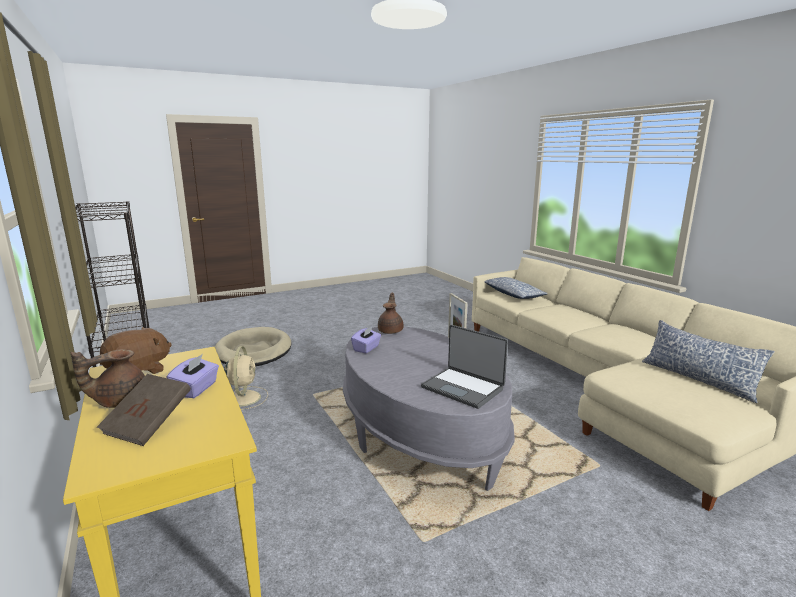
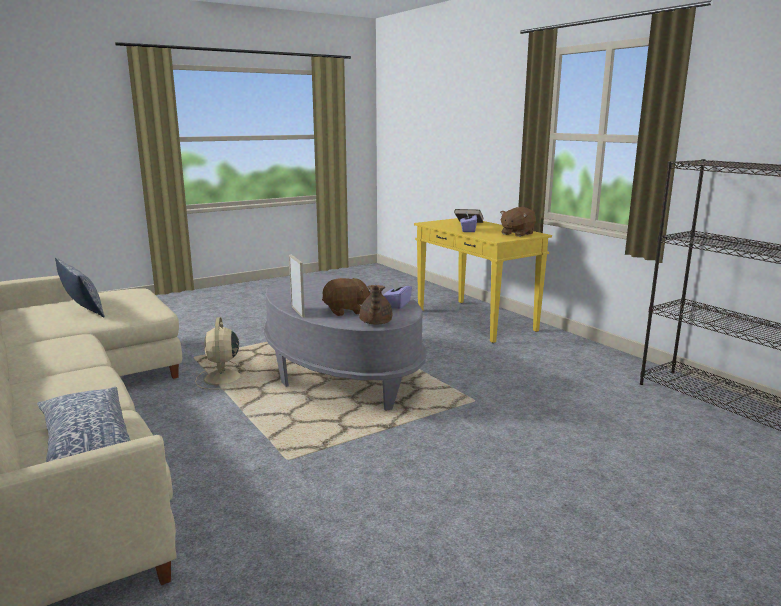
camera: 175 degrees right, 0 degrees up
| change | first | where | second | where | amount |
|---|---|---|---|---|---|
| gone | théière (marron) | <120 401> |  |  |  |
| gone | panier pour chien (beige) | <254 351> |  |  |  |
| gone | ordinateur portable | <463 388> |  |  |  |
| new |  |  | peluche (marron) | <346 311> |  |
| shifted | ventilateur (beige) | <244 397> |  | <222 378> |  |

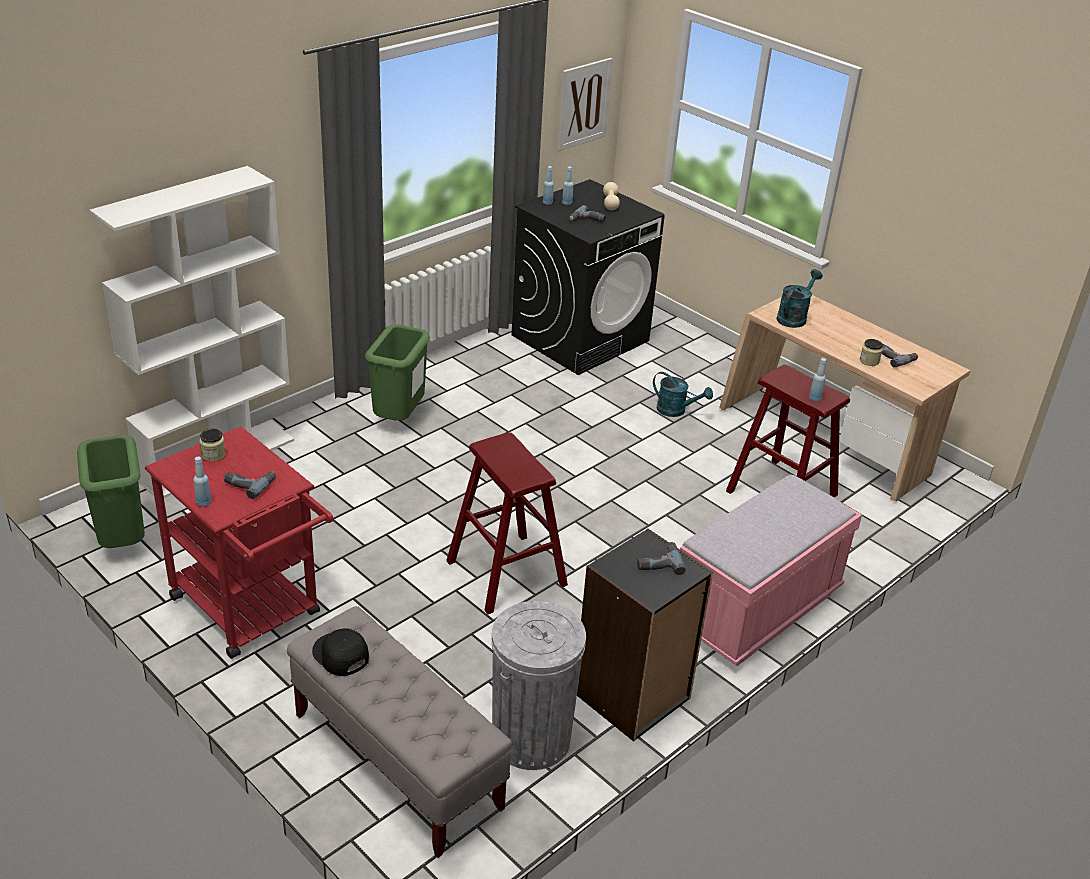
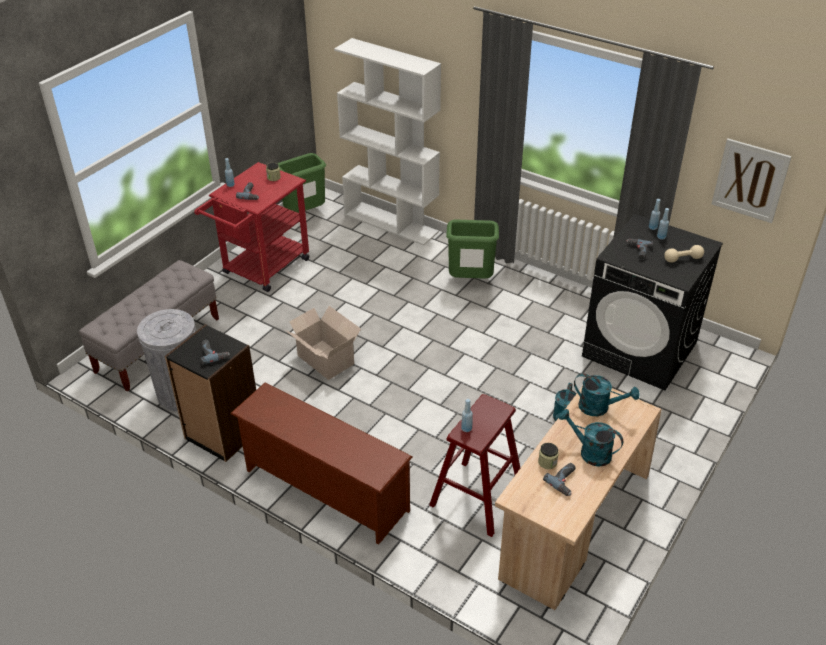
camera: 80 degrees right, 5 degrees up
| change | first | where | second | where | amount |
|---|---|---|---|---|---|
| gone | casquette (noir) | <340 655> |  |  |  |
| new |  |  | arrosoir (turquoise) | <589 452> |  |
| swapped | tabouret (rouge) | <506 573> | carton | <325 358> |  |
| swapped | banc (rose) | <756 609> | étagère à chaussures (marron) | <324 490> |  |

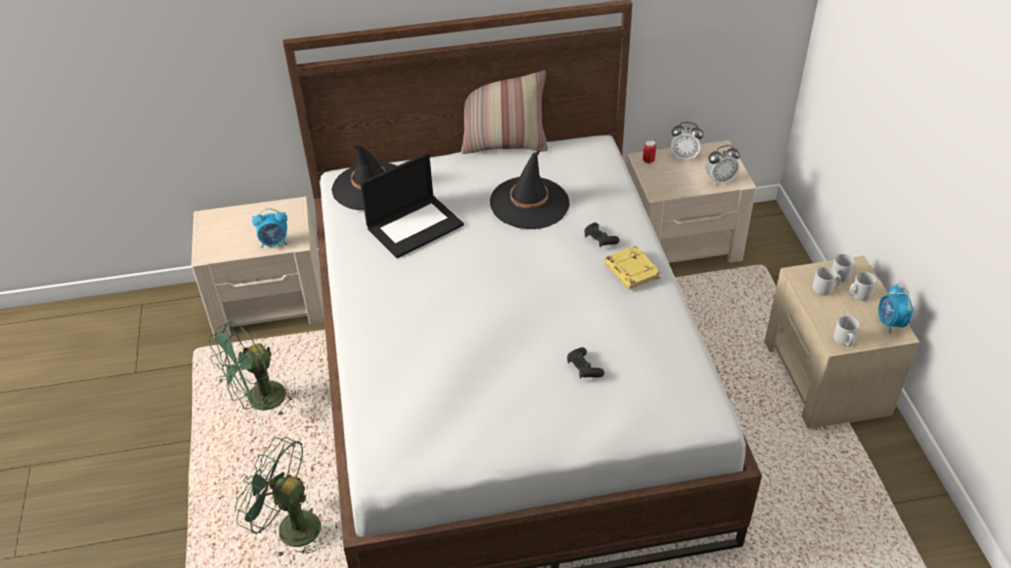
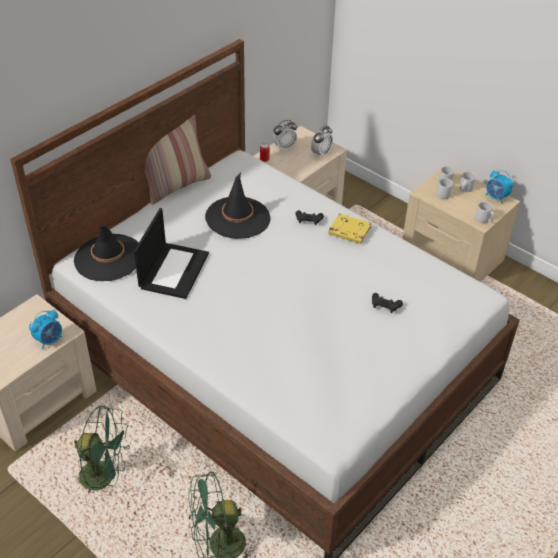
camera: 40 degrees left, 0 degrees up
| change | first | where | second | where | amount |
|---|---|---|---|---|---|
| rotated | ventilateur (vert) | <260 402> |  | <105 476> | 90 degrees counterclockwise |

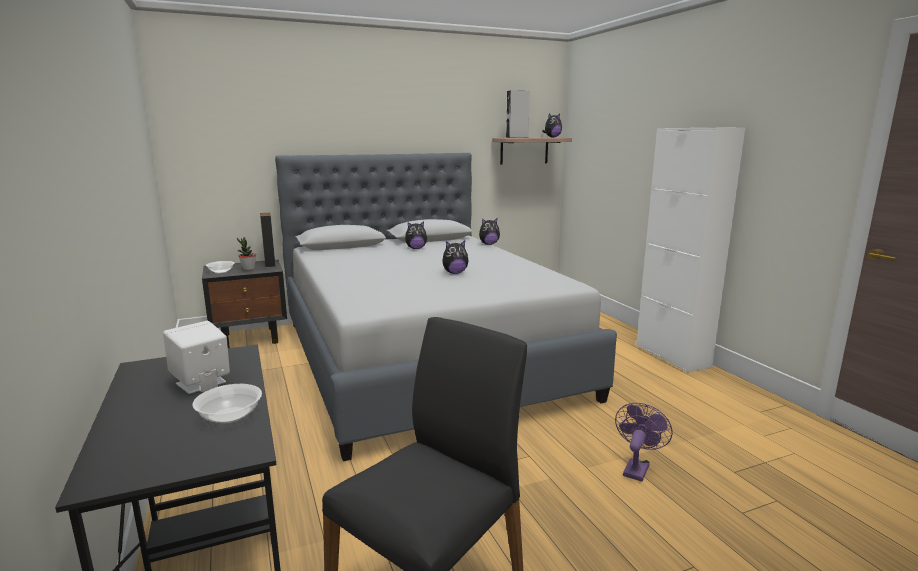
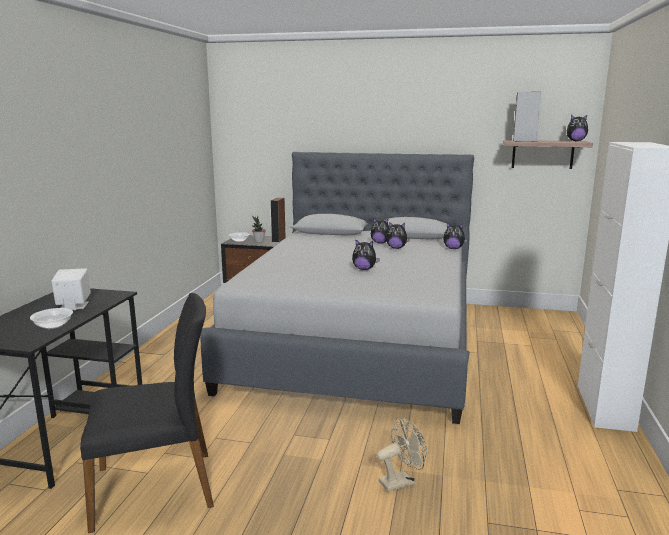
camera: 35 degrees right, 0 degrees up
| change | first | where | second | where | amount |
|---|---|---|---|---|---|
| new |  |  | peluche | <396 248> |  |
| repainted | ventilateur (violet) | <637 468> | ventilateur (beige) | <401 481> |  |

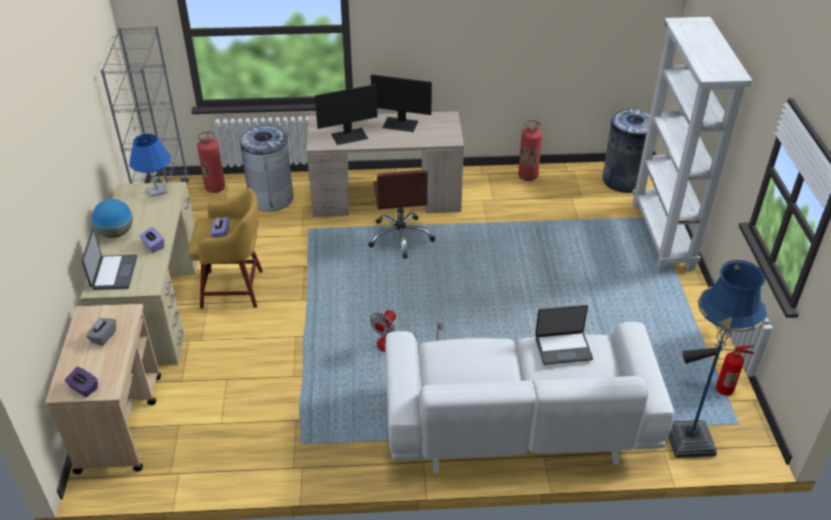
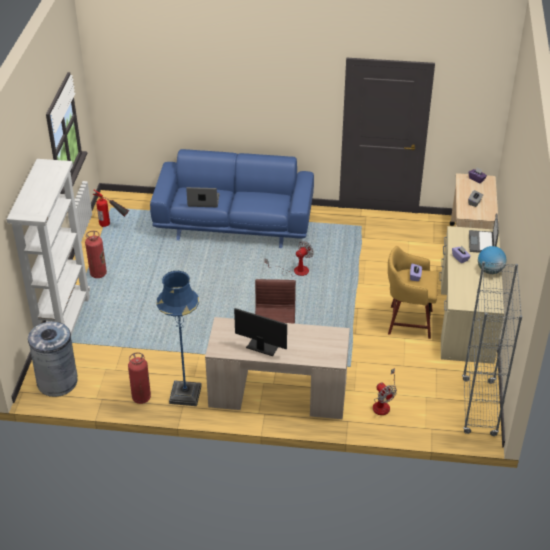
camera: 170 degrees left, 0 degrees up
| change | first | where | second | where | amount |
|---|---|---|---|---|---|
| gone | lampe de table (bleu) | <157 191> |  |  |  |
| gone | écran d'ordinateur | <349 136> |  |  |  |
| shifted | extincteur | <215 188> |  | <98 274> |  |
| shifted | lampadaire (bleu) | <689 440> |  | <185 394> |  |
| swapped | poubelle (gris) | <271 198> | ventilateur | <383 404> |  |
| repainted | canapé (blanc) | <517 421> | canapé (bleu) | <235 222> |  |

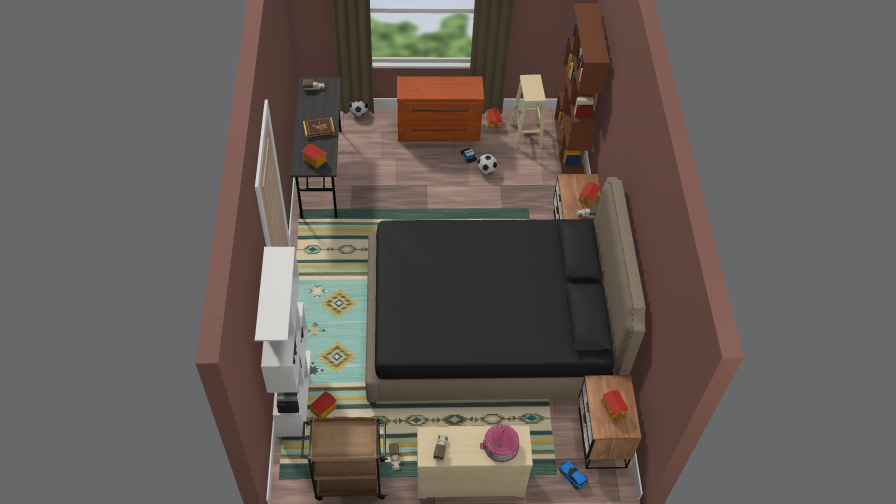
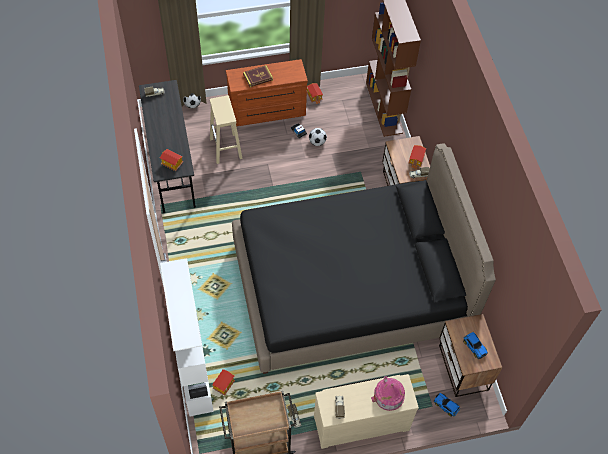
camera: 10 degrees left, 5 degrees up
| change | first | where | second | where | amount |
|---|---|---|---|---|---|
| shifted | livre | <319 129> |  | <258 77> |  |
| shifted | tabouret (beige) | <526 136> |  | <226 149> |  |
| swapped | maison miniature | <613 409> | petite voiture | <474 346> |  |

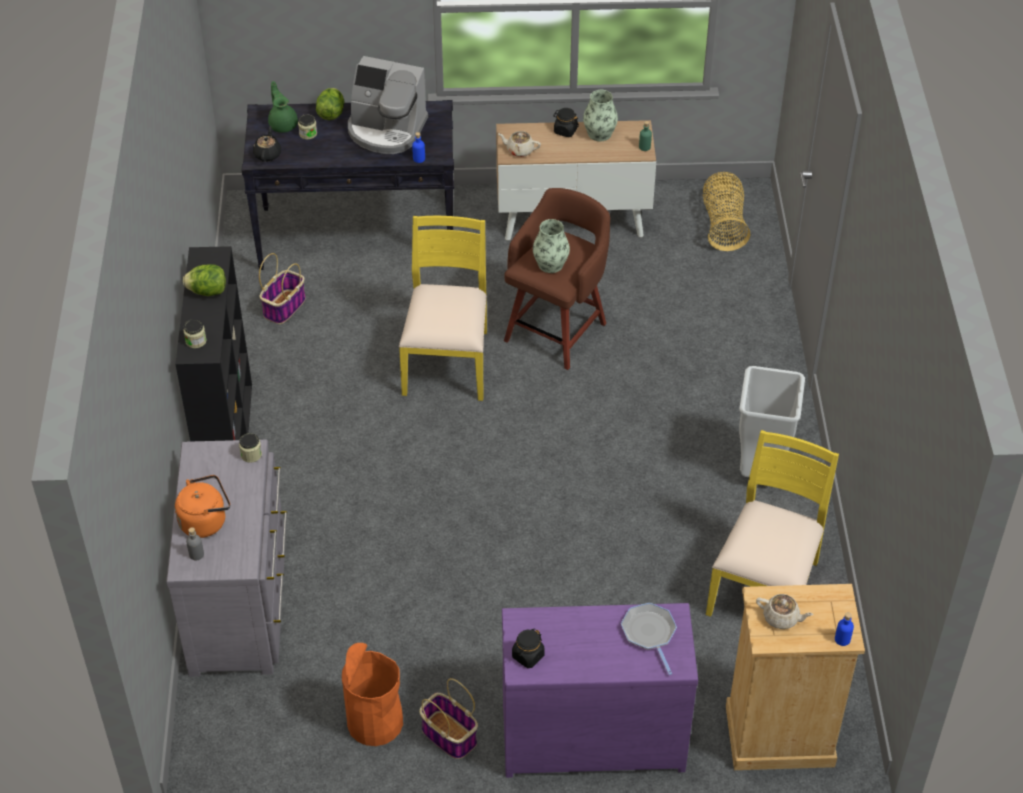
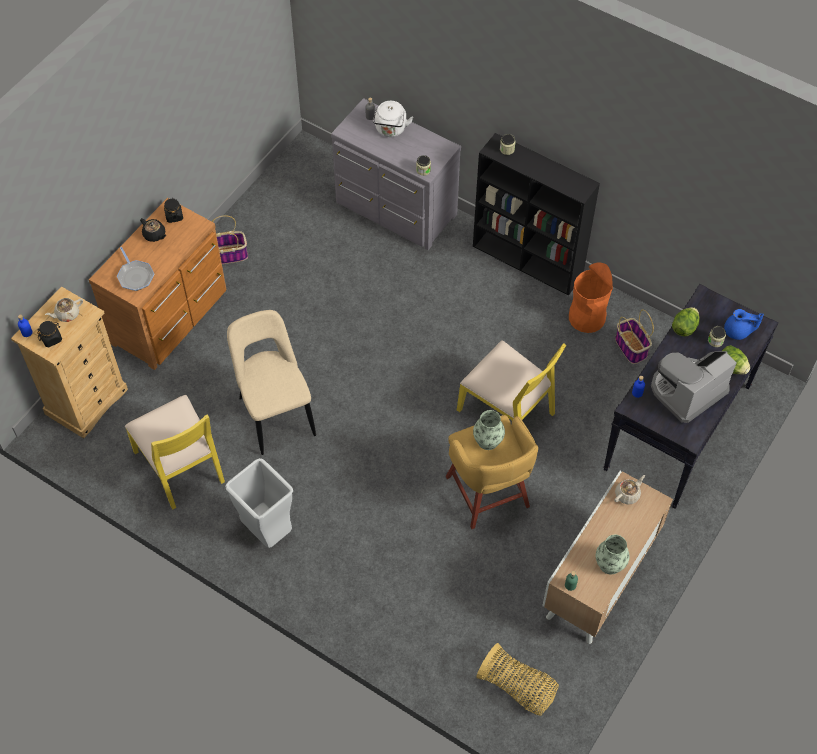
camera: 125 degrees right, 10 degrees up
| change | first | where | second | where | amount |
|---|---|---|---|---|---|
| new |  |  | chaise (beige) | <275 413> |  |
| shifted | laitue | <207 291> |  | <684 328> |  |
| shifted | théière (noir) | <268 154> |  | <155 235> |  |
| shifted | poubelle (orange) | <375 722> |  | <587 317> |  |
| shifted | bocal (noir) | <565 131> |  | <51 339> |  |
| repainted | bouilloire (orange) | <205 521> | bouilloire (blanc) | <390 130> |  |
| repainted | théière (vert) | <283 124> | théière (bleu) | <738 332> |  |
| repainted | commode (violet) | <591 732> | commode (marron) | <172 317> |  |
| repainted | tabouret (marron) | <557 330> | tabouret (jaune) | <488 494> |  |
| rotated | poêle | <649 633> |  | <135 276> | 45 degrees clockwise |

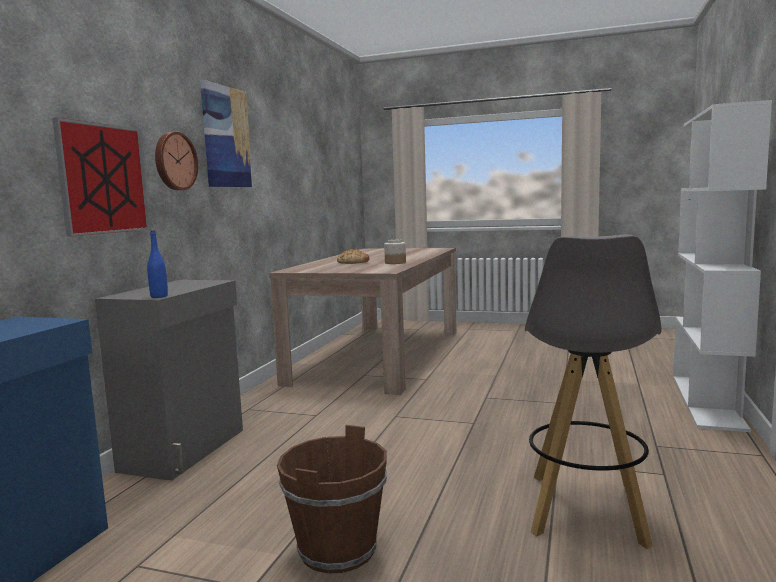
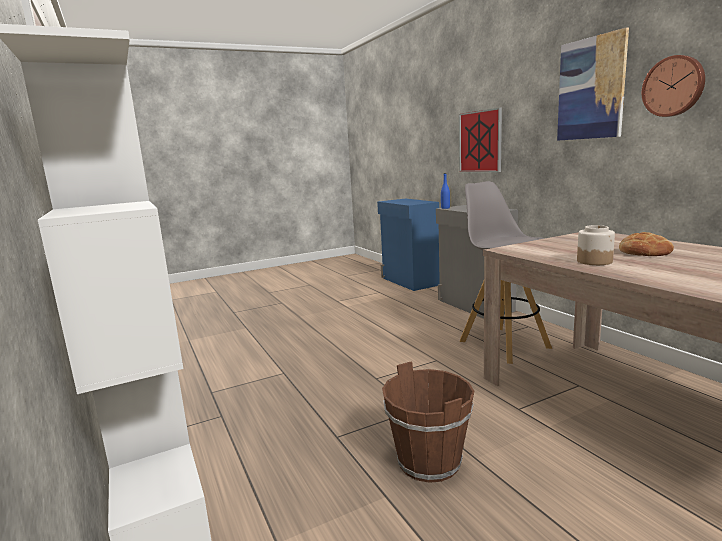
camera: 135 degrees right, 5 degrees up
| change | first | where | second | where | amount |
|---|---|---|---|---|---|
| shifted | horloge murale | <174 161> |  | <674 86> |  |
| shifted | seau (marron) | <337 550> |  | <429 462> |  |
| shifted | tabouret (gris) | <586 509> |  | <503 344> |  |

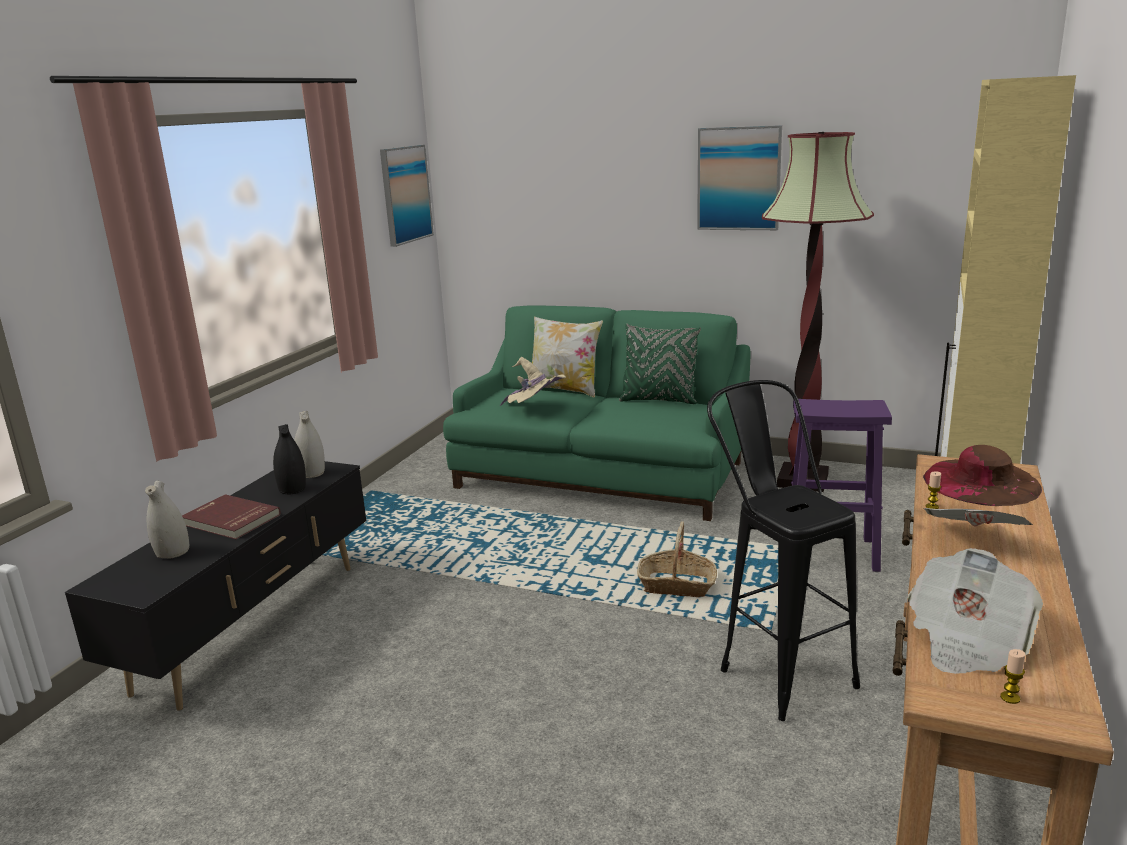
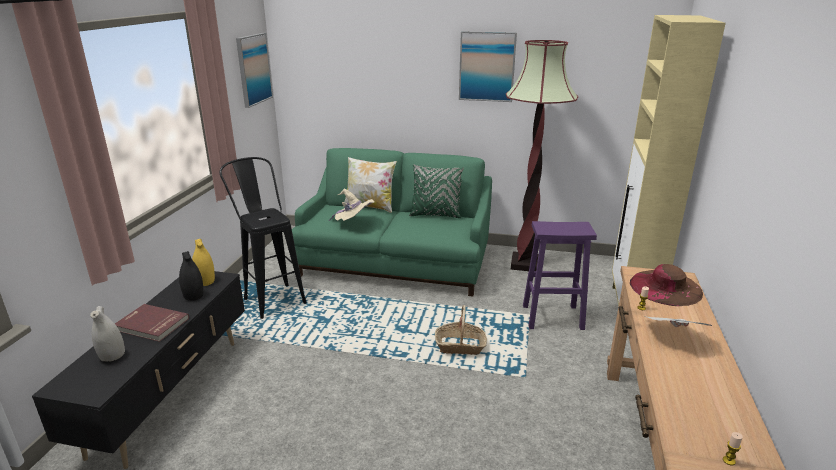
camera: 10 degrees left, 5 degrees up
| change | first | where | second | where | amount |
|---|---|---|---|---|---|
| gone | journal | <967 641> |  |  |  |
| shifted | tabouret (noir) | <775 668> |  | <271 297> |  |
| repainted | vase (blanc) | <312 473> | vase (jaune) | <205 281> |  |

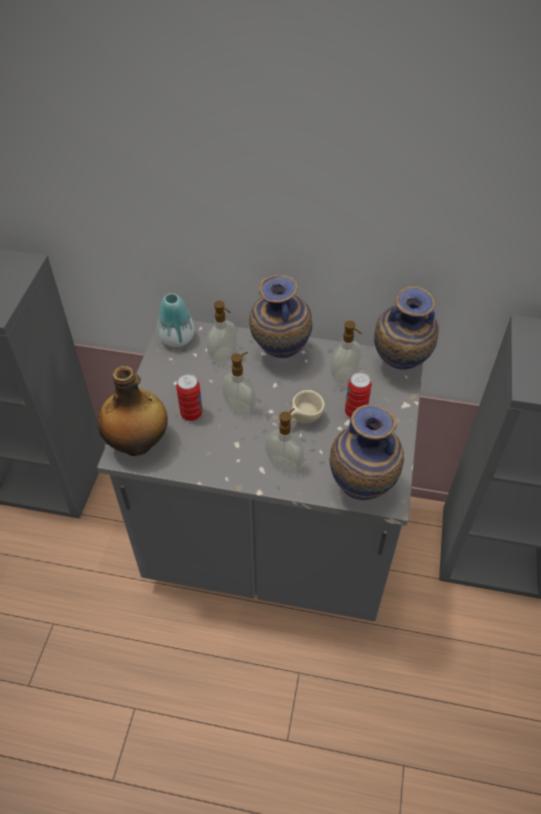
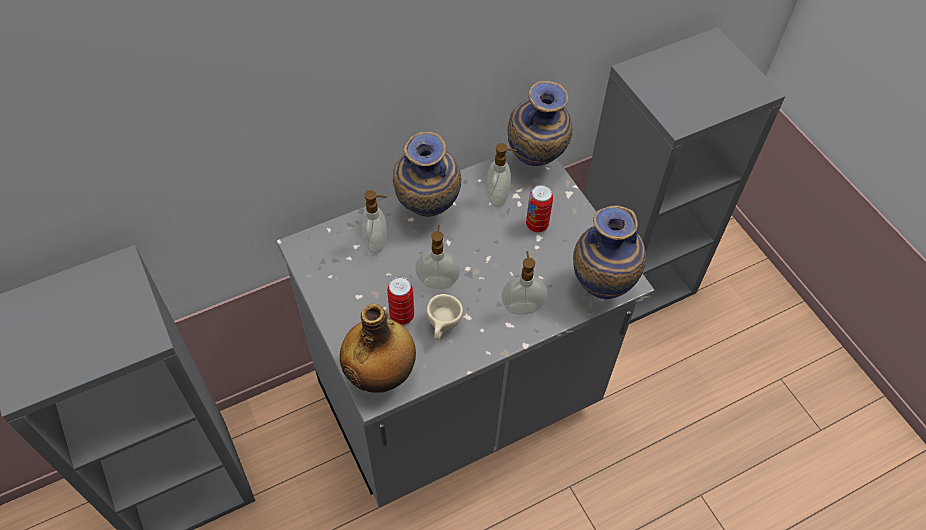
camera: 40 degrees left, 5 degrees up
| change | first | where | second | where | amount |
|---|---|---|---|---|---|
| gone | vase | <177 339> |  |  |  |
| shifted | tasse (beige) | <303 421> |  | <443 328> |  |

